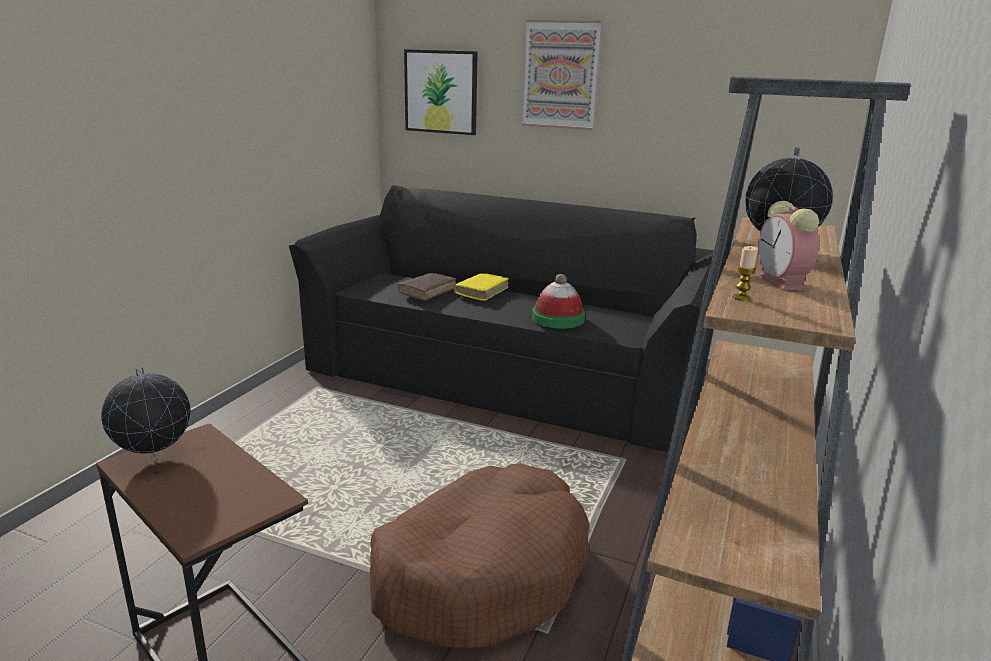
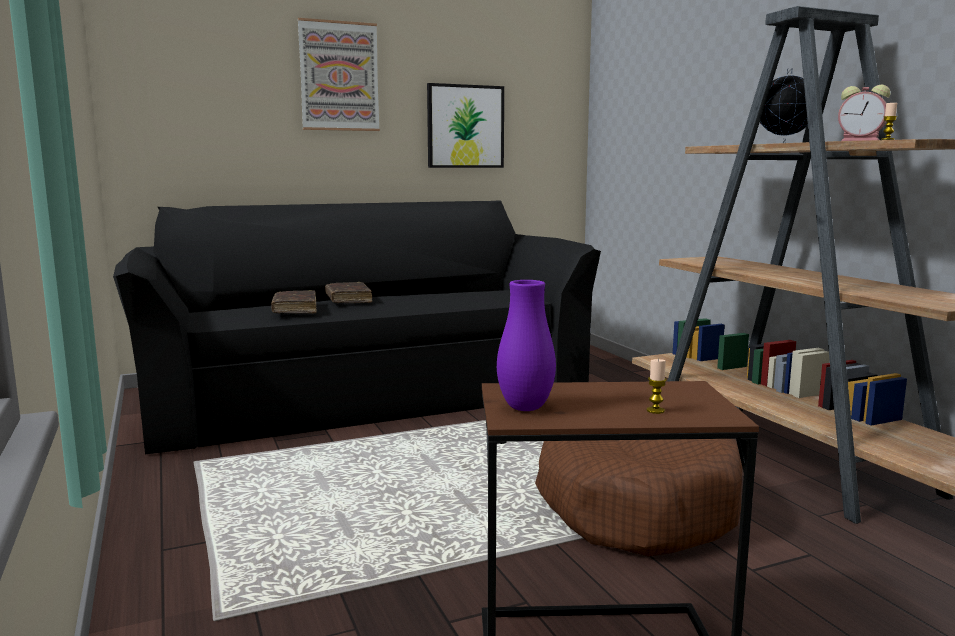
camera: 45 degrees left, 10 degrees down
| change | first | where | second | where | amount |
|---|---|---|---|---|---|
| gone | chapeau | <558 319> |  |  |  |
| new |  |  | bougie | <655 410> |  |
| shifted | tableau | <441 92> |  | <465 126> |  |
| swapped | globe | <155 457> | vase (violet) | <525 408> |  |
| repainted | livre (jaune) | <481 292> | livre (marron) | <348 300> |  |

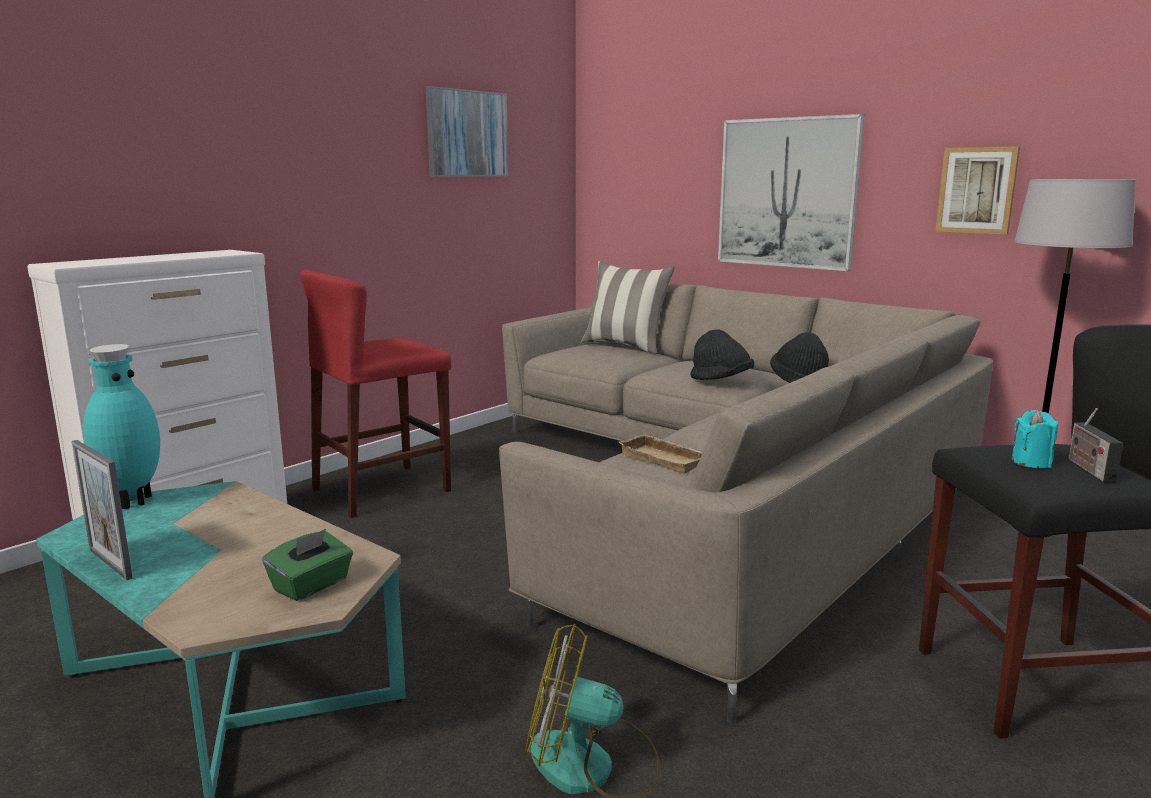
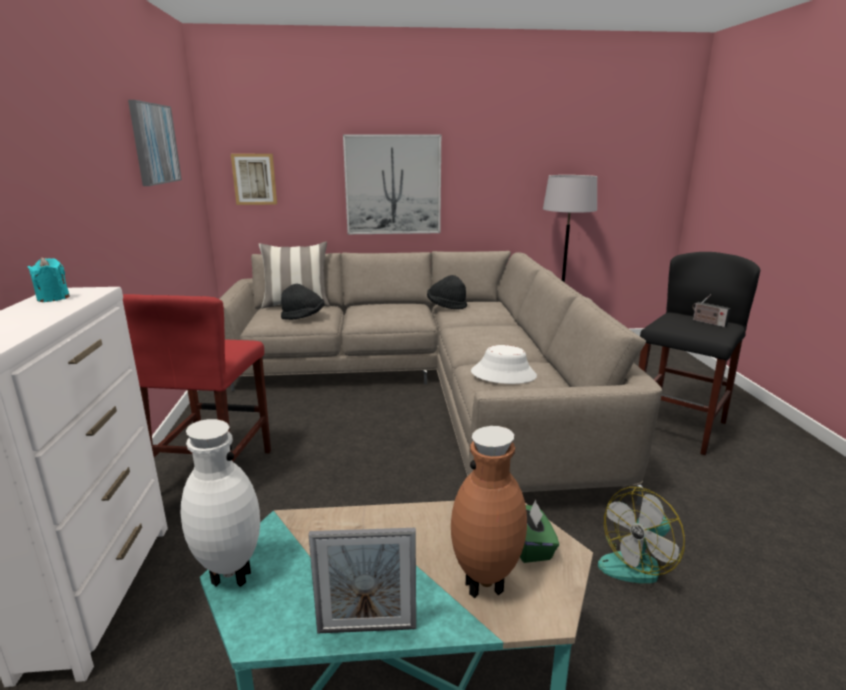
camera: 45 degrees left, 5 degrees up
| change | first | where | second | where | amount |
|---|---|---|---|---|---|
| new |  |  | vase (marron) | <486 586> |  |
| shifted | chapeau (noir) | <721 381> |  | <303 317> |  |
| shifted | tableau | <977 190> |  | <254 179> |  |
| shifted | bougie (turquoise) | <1031 462> |  | <53 298> |  |
| swapped | plateau (beige) | <666 459> | chapeau (blanc) | <503 374> |  |
| repainted | vase (turquoise) | <130 501> | vase (blanc) | <229 576> |  |

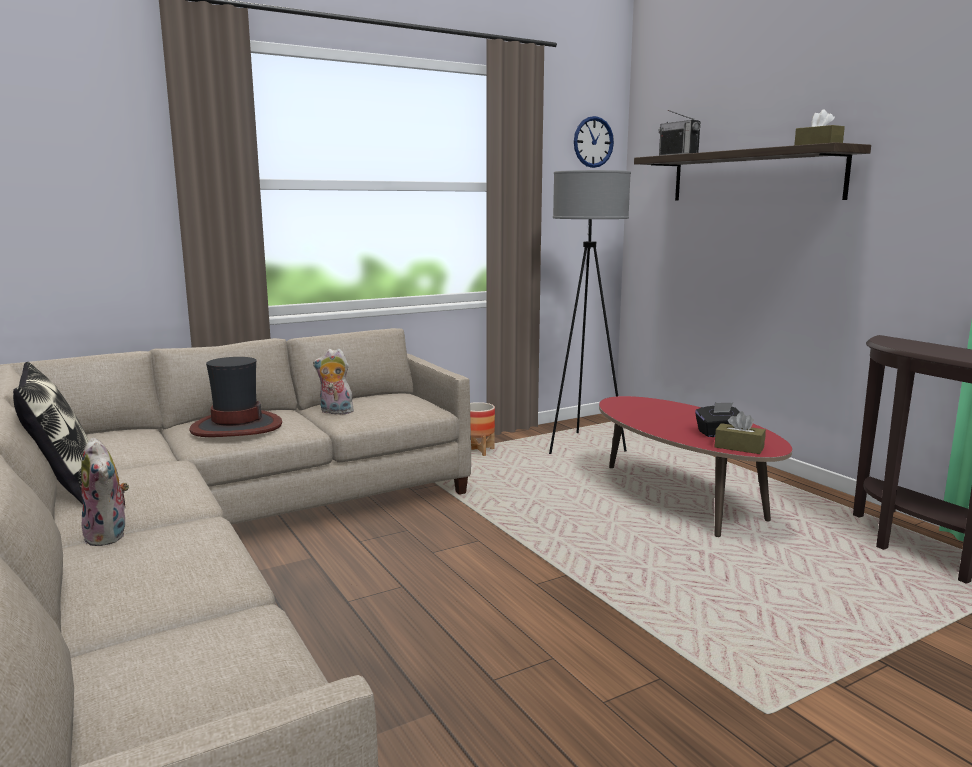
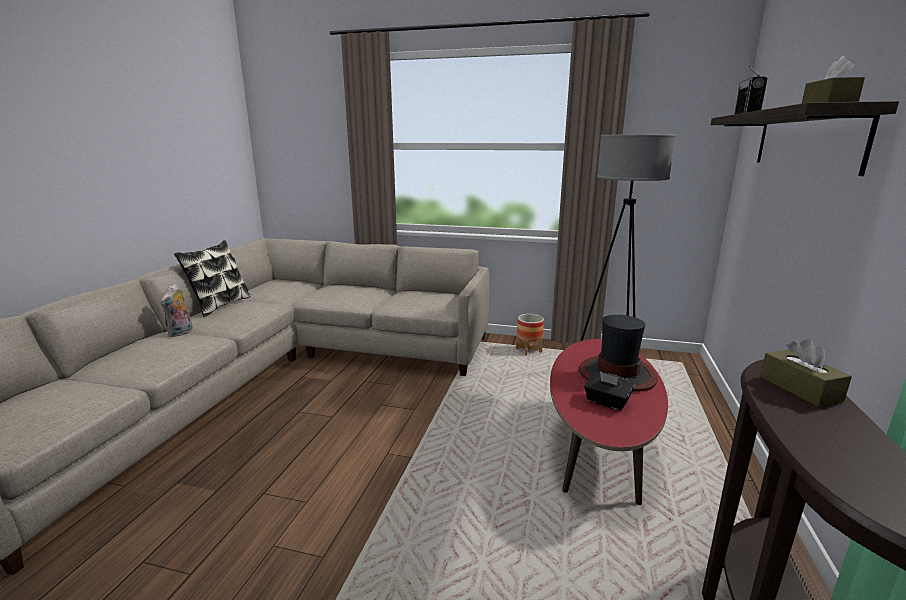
camera: 45 degrees right, 5 degrees up
| change | first | where | second | where | amount |
|---|---|---|---|---|---|
| gone | peluche | <335 412> |  |  |  |
| gone | horloge murale | <593 142> |  |  |  |
| shifted | chapeau | <236 426> |  | <616 374> |  |
| shifted | boîte à mouchoirs (marron) | <739 447> |  | <799 388> |  |

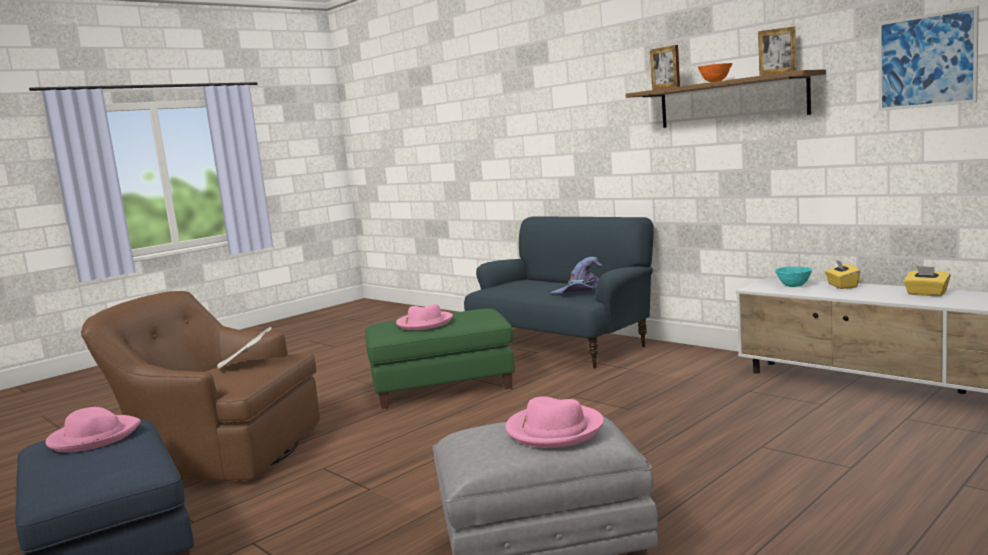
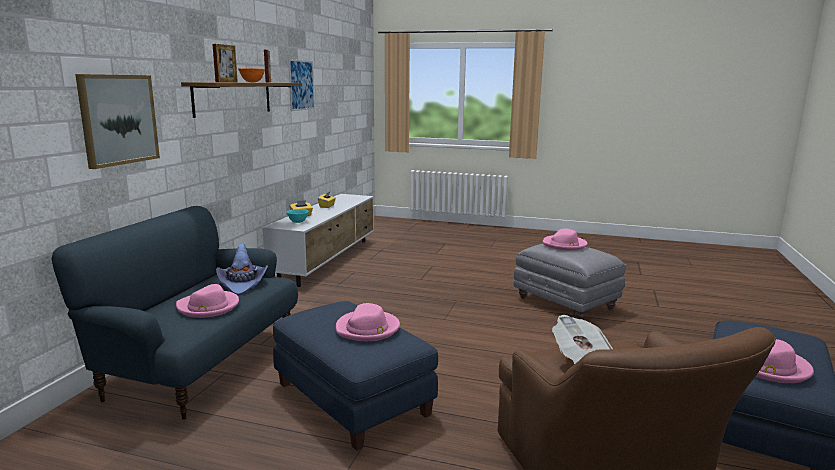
camera: 120 degrees left, 5 degrees up
| change | first | where | second | where | amount |
|---|---|---|---|---|---|
| new |  |  | tableau | <118 119> |  |
| new |  |  | chapeau (rose) | <208 307> |  |
| repainted | pouf (vert) | <441 386> | pouf (bleu) | <353 399> |  |

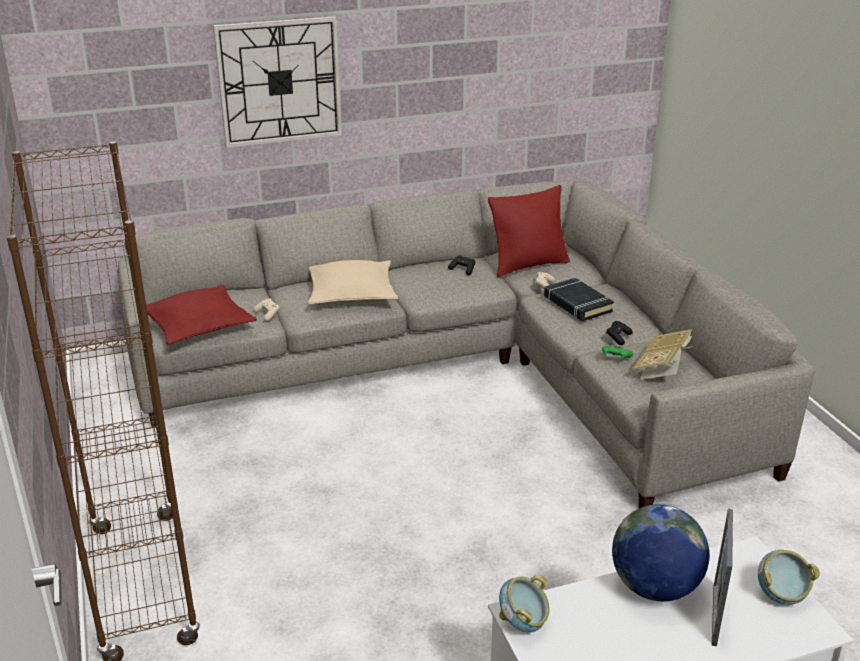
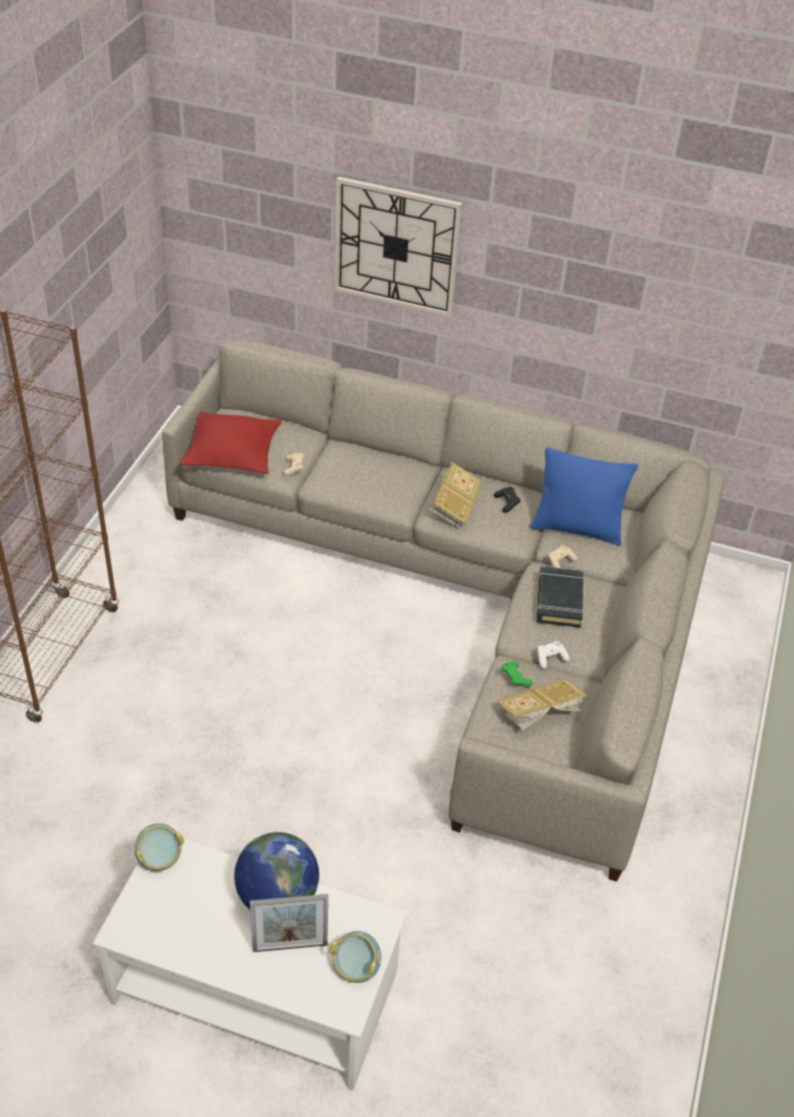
camera: 35 degrees right, 15 degrees up
| change | first | where | second | where | amount |
|---|---|---|---|---|---|
| gone | coussin (beige) | <351 293> |  |  |  |
| new |  |  | livre | <454 507> |  |
| repainted | coussin (rouge) | <528 265> | coussin (bleu) | <577 528> |  |
| repainted | manette (noir) | <618 337> | manette (blanc) | <550 658> |  |
| rotated | cadre photo | <715 615> |  | <290 947> | 150 degrees counterclockwise |

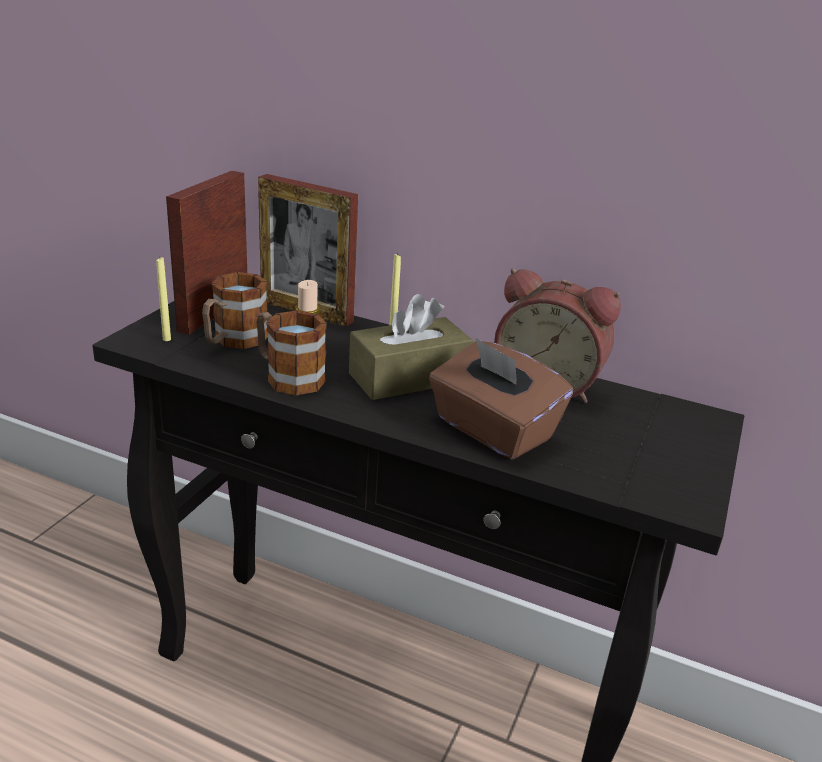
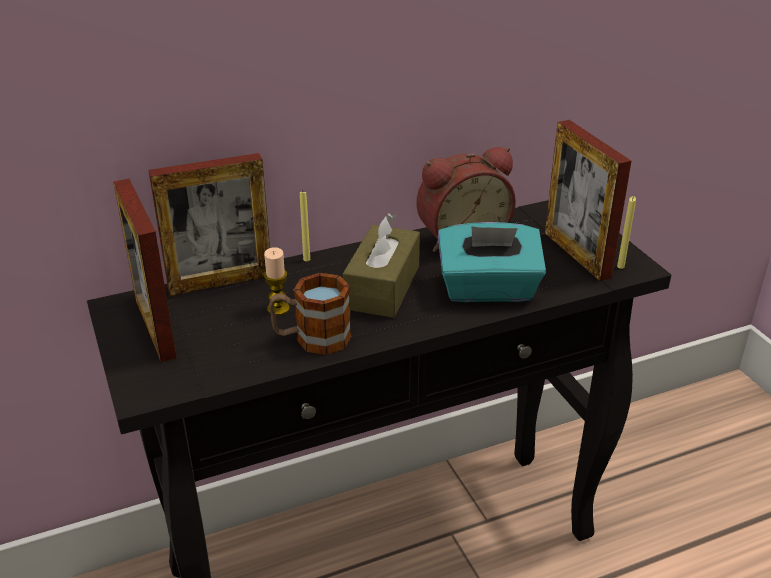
camera: 45 degrees left, 5 degrees up
| change | first | where | second | where | amount |
|---|---|---|---|---|---|
| gone | mug | <233 341> |  |  |  |
| new |  |  | cadre photo | <576 254> |  |
| shifted | bougie (jaune) | <166 339> |  | <620 266> |  |
| repainted | boîte à mouchoirs (marron) | <492 430> | boîte à mouchoirs (turquoise) | <488 290> |  |

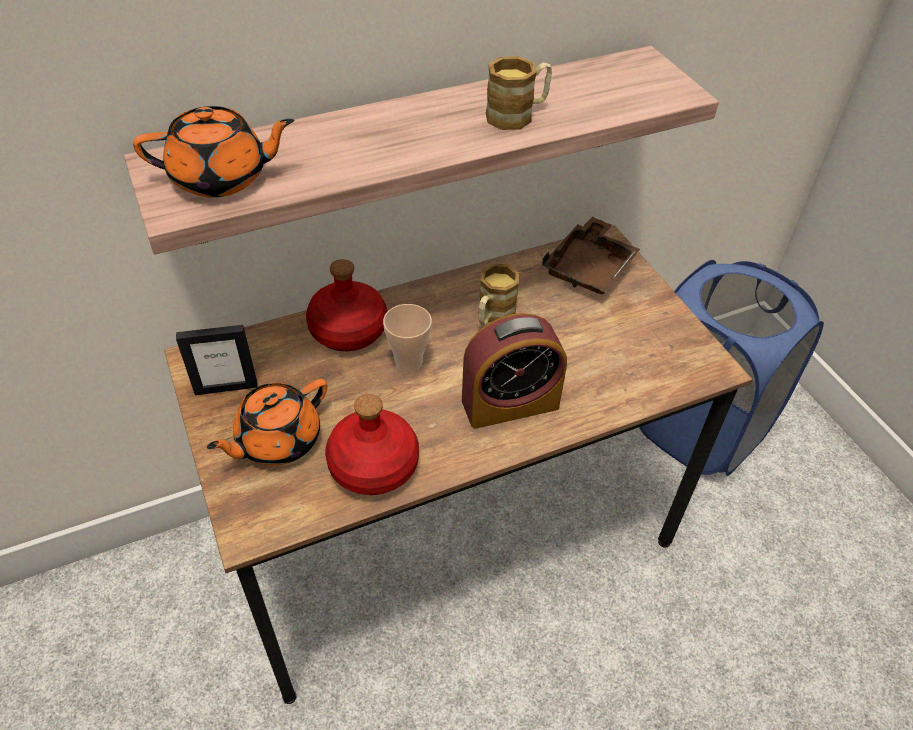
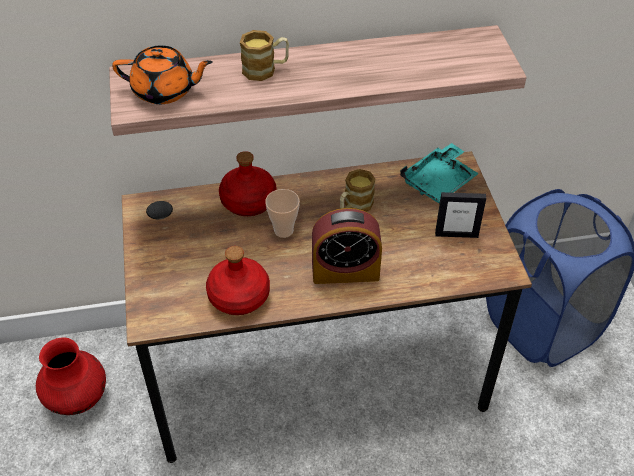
camera: 15 degrees right, 0 degrees up
| change | first | where | second | where | amount |
|---|---|---|---|---|---|
| gone | théière (orange) | <277 440> |  |  |  |
| new |  |  | vase (rouge) | <78 398> |  |
| shifted | cadre photo | <226 387> |  | <456 234> |  |
| shifted | mug | <517 115> |  | <265 69> |  |
| repainted | plateau (marron) | <589 268> | plateau (turquoise) | <439 182> |  |

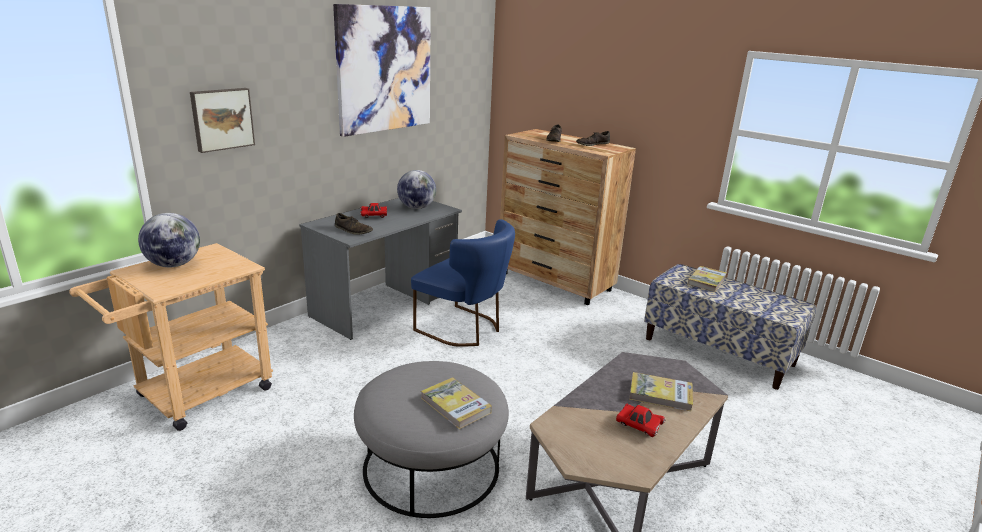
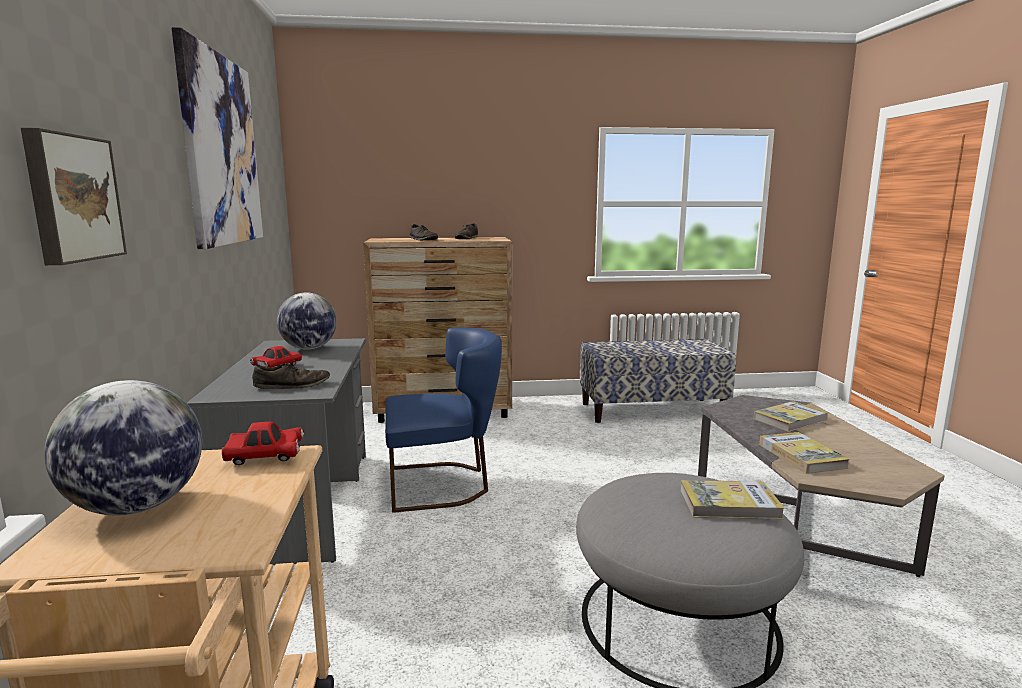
camera: 45 degrees left, 10 degrees down
| change | first | where | second | where | amount |
|---|---|---|---|---|---|
| shifted | petite voiture (rouge) | <639 426> |  | <265 457> |  |
| shifted | livre | <706 281> |  | <801 456> |  |

